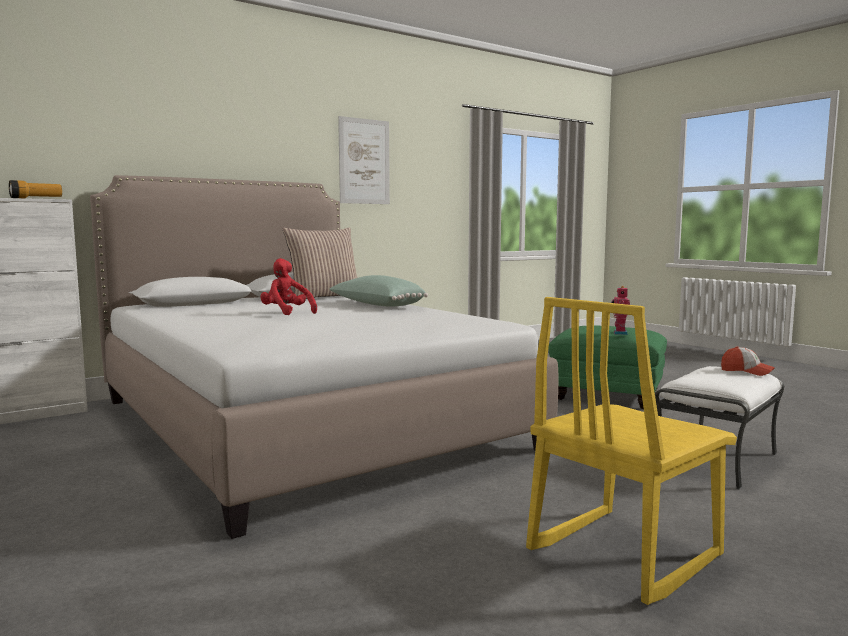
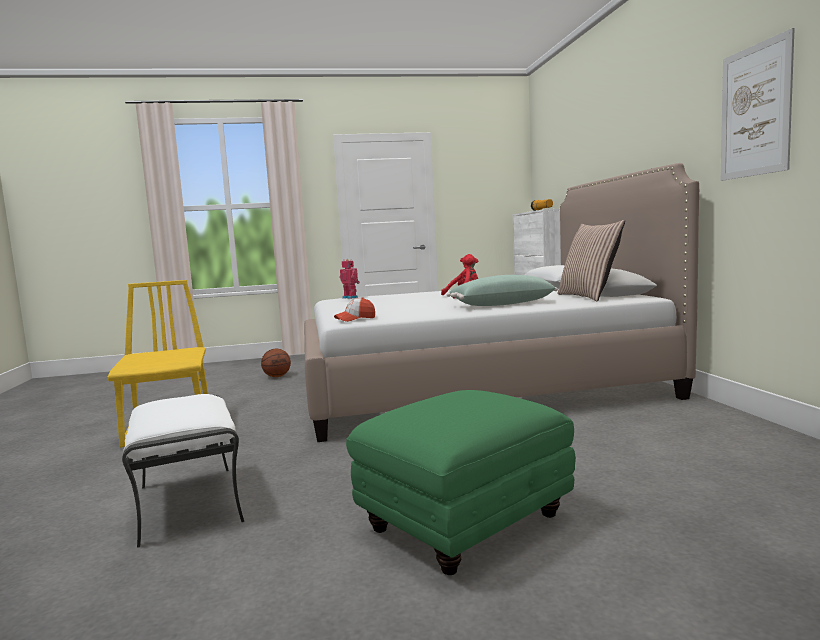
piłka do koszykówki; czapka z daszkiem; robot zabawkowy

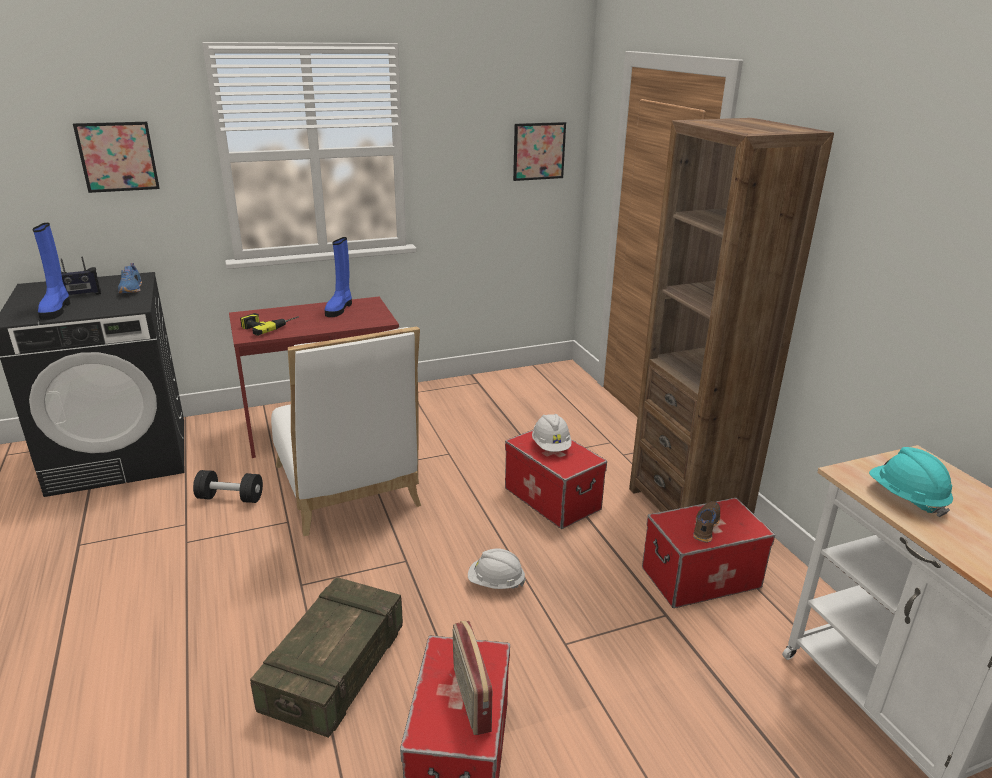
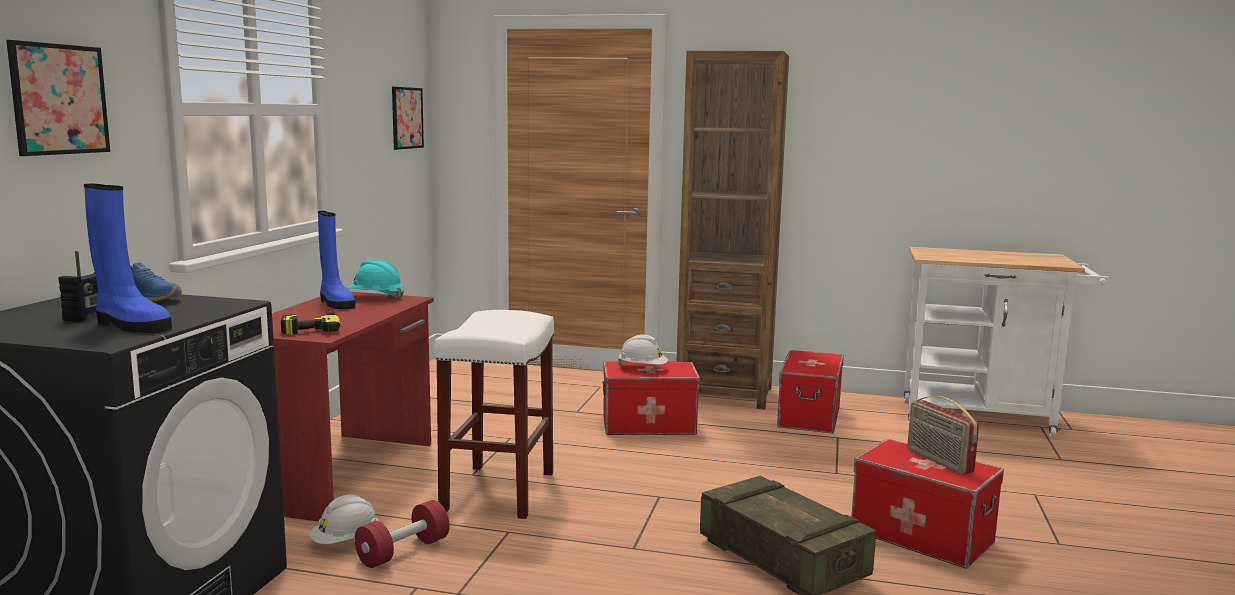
kask (biały) (1st from left); kask (turkusowy); hantel (czerwony); stołek (biały); radio (2nd from left); but (brązowy)

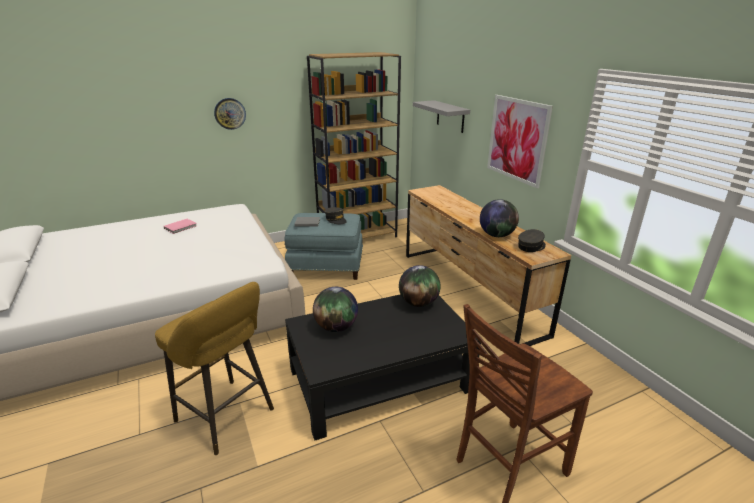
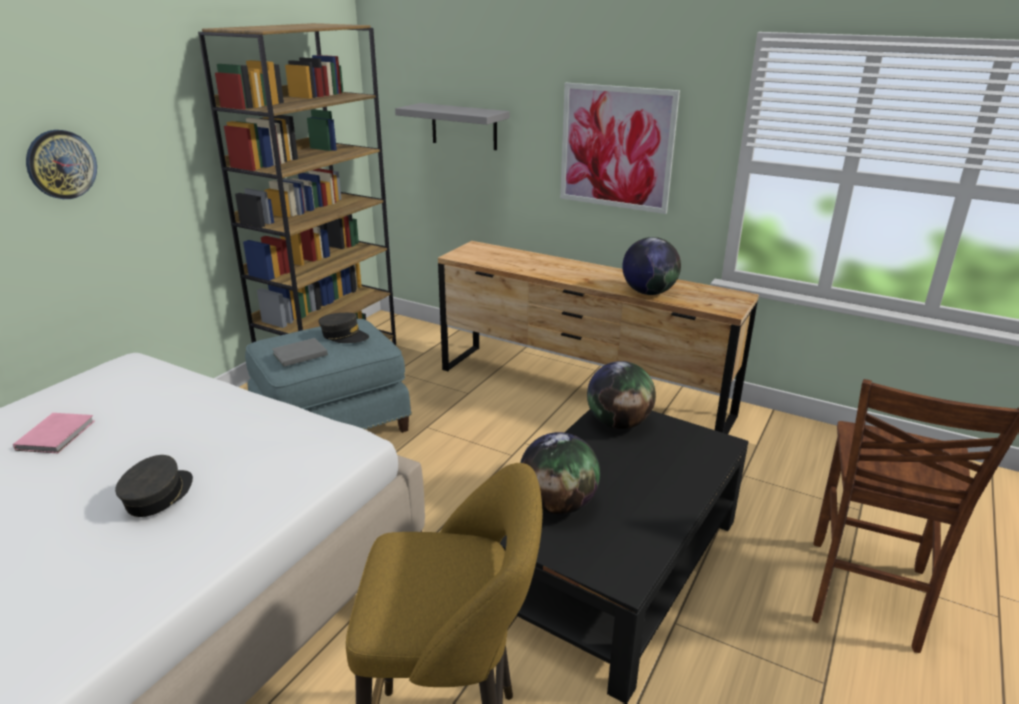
czapka z daszkiem (szary) (1st from left)

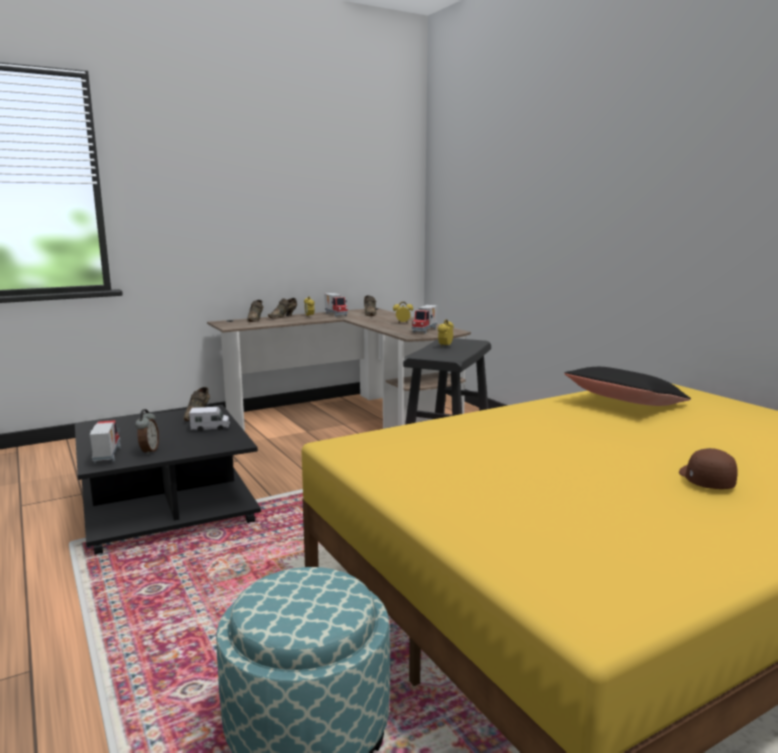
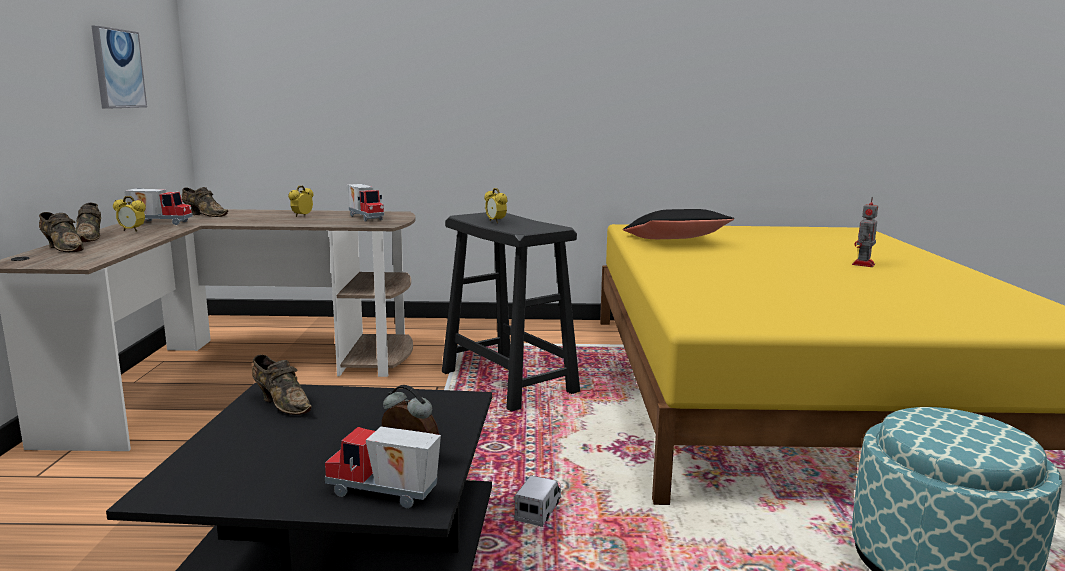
obraz; ciężarówka zabawkowa (4th from left); robot zabawkowy

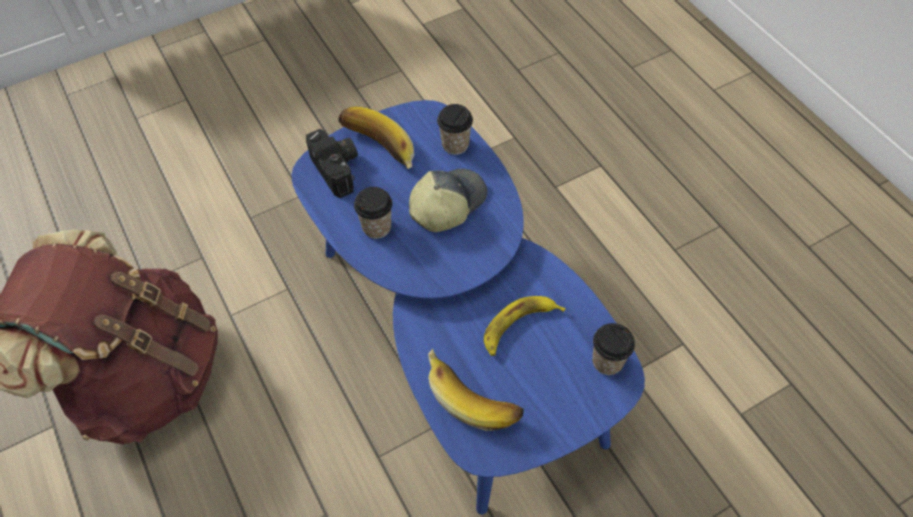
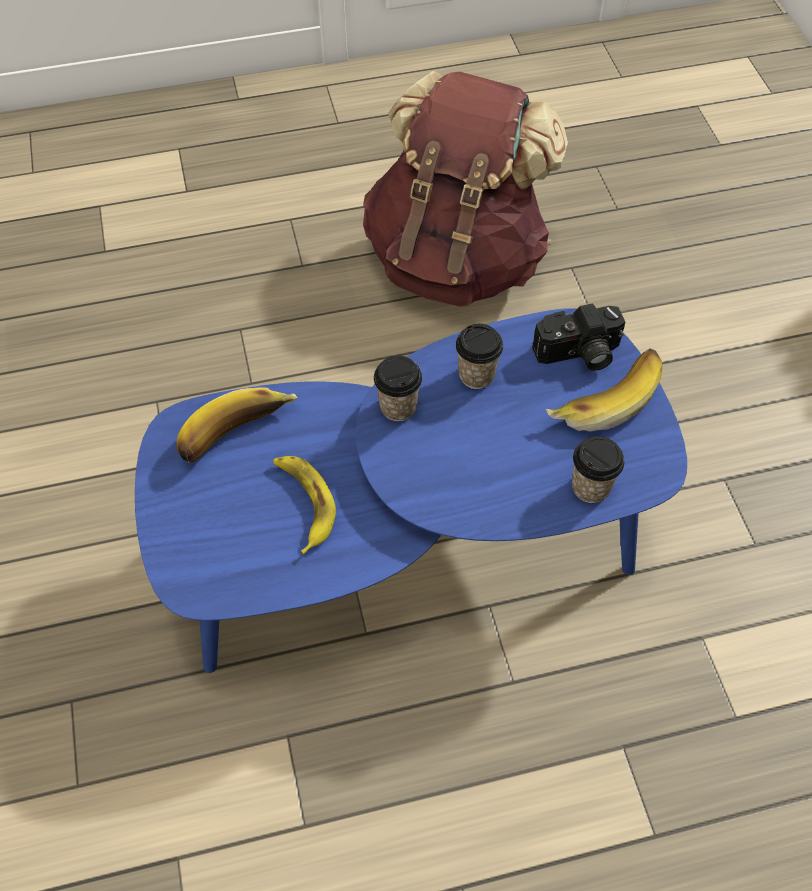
filiżanka (1st from left); czapka z daszkiem

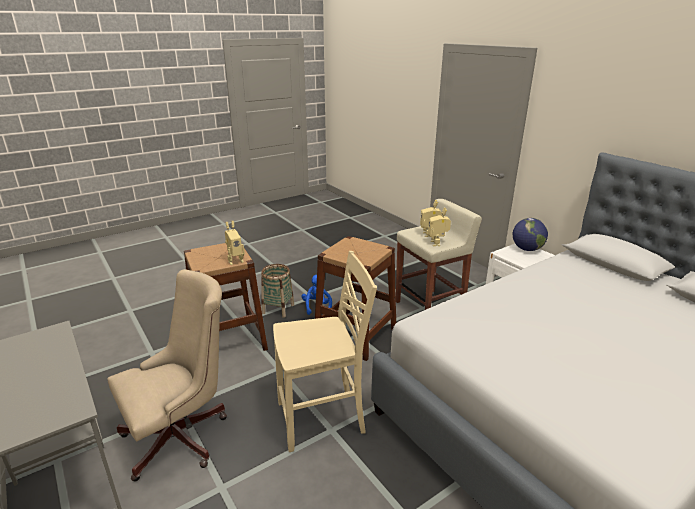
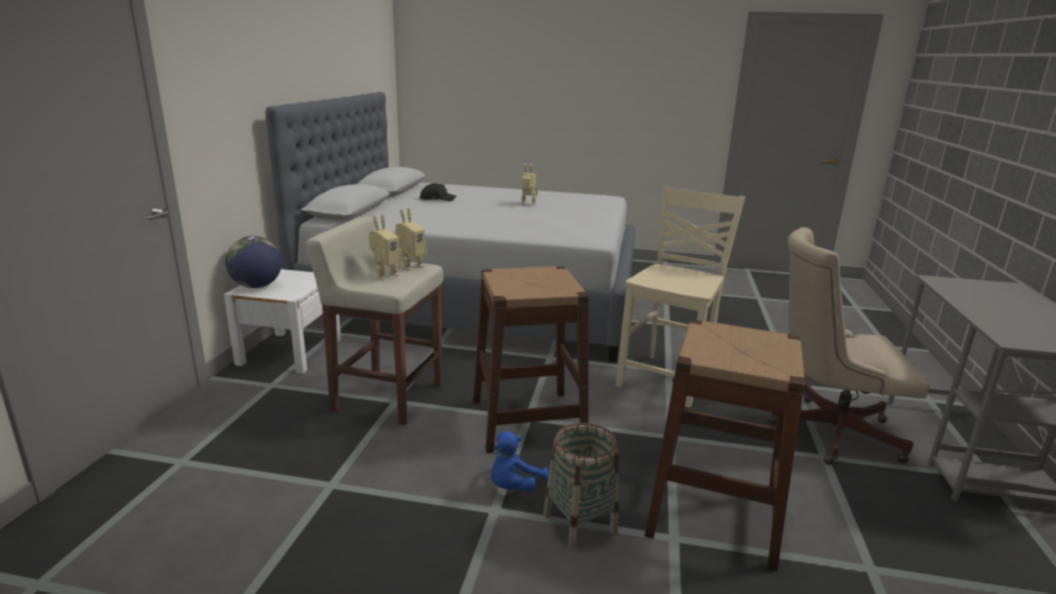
czapka z daszkiem (czarny); robot zabawkowy (3rd from left); krzesło (beżowy)

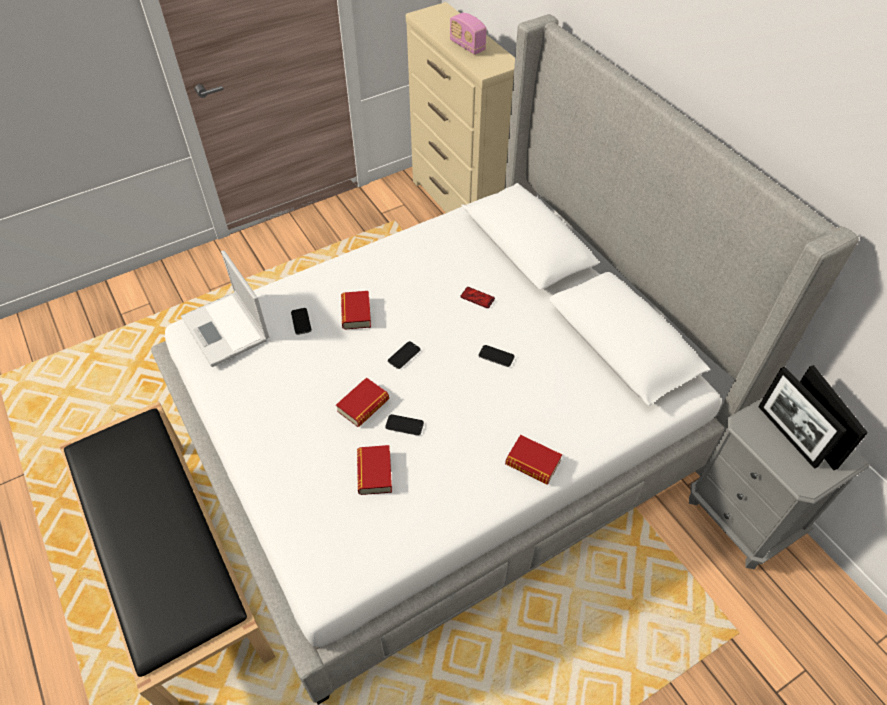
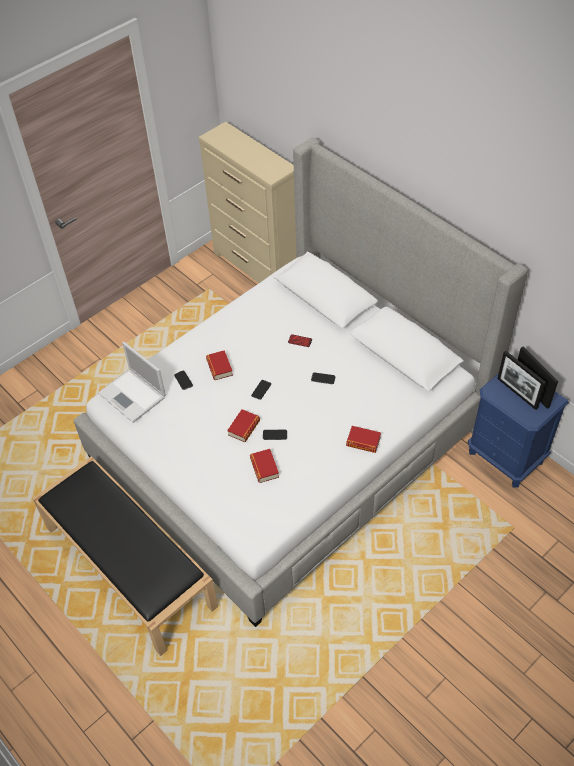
szafka nocna (niebieski); radio

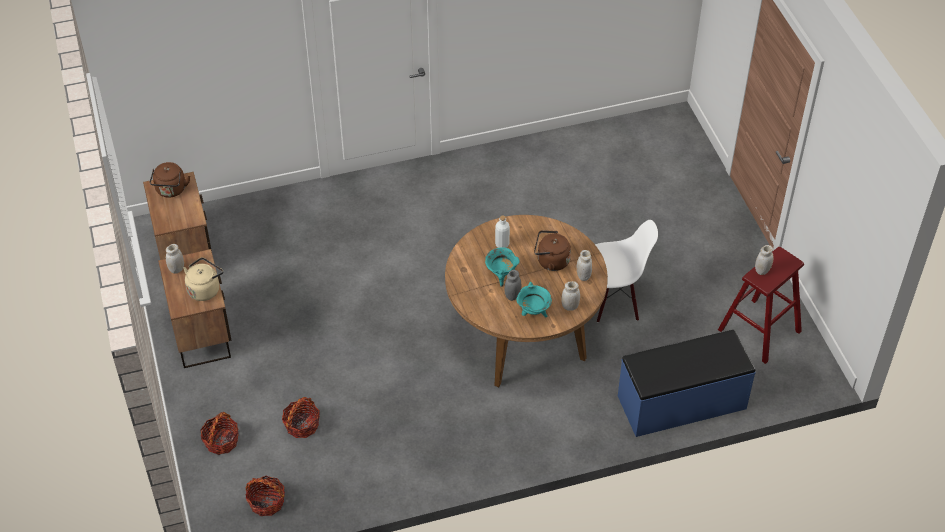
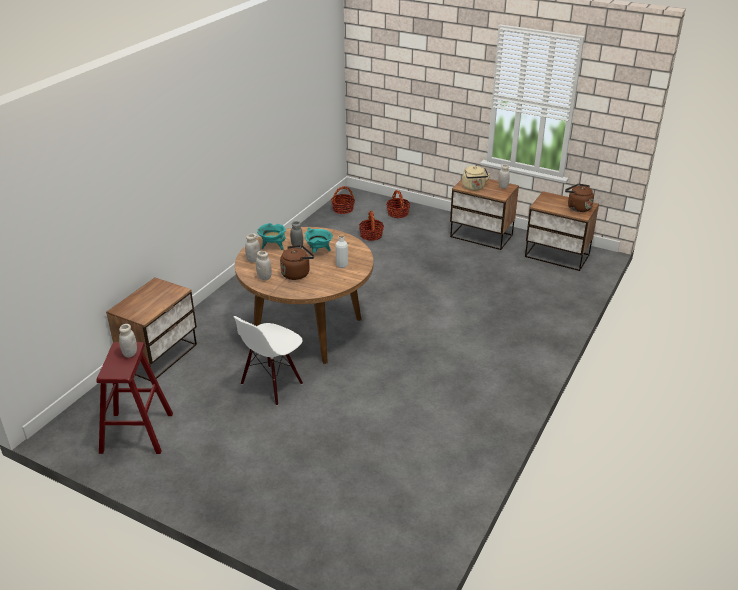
szafka nocna (1st from left)

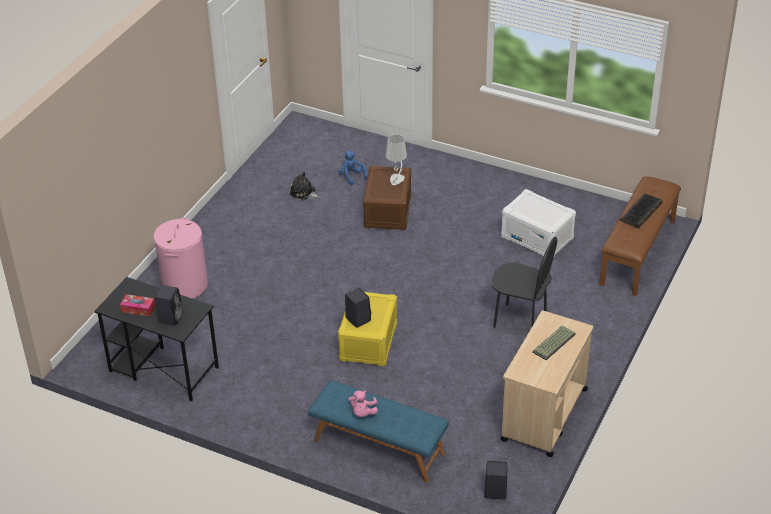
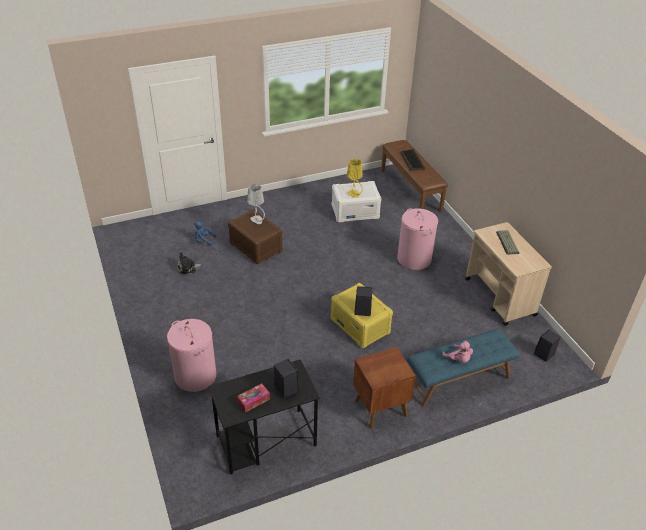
lampa stołowa (żółty); szafka nocna (brązowy); kosz na pranie (różowy) (2nd from left)

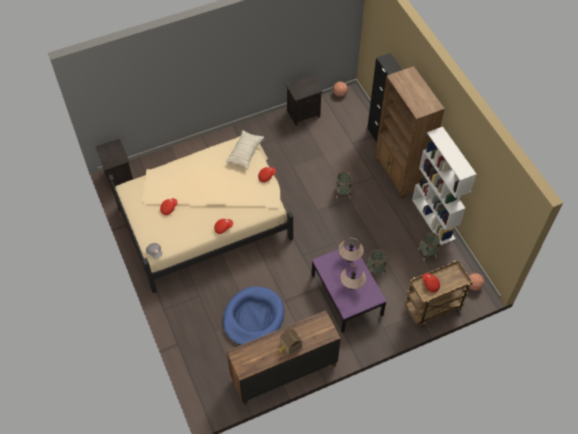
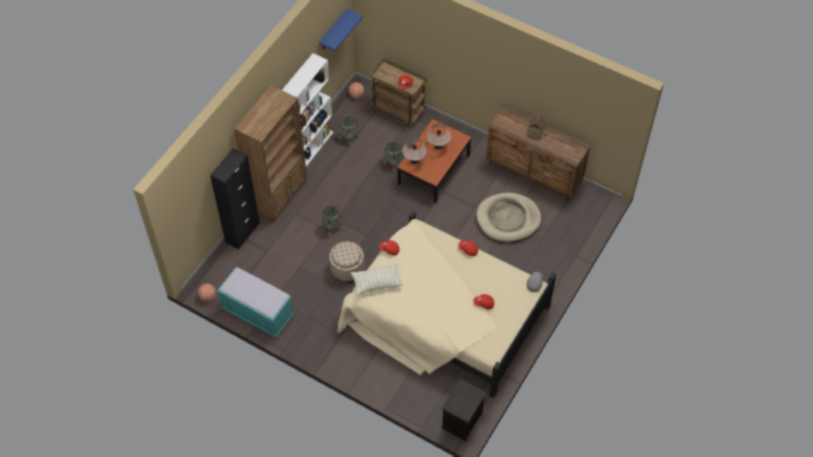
ławka (turkusowy); półka (niebieski); pufa (beżowy); ława (brązowy); legowisko (beżowy)

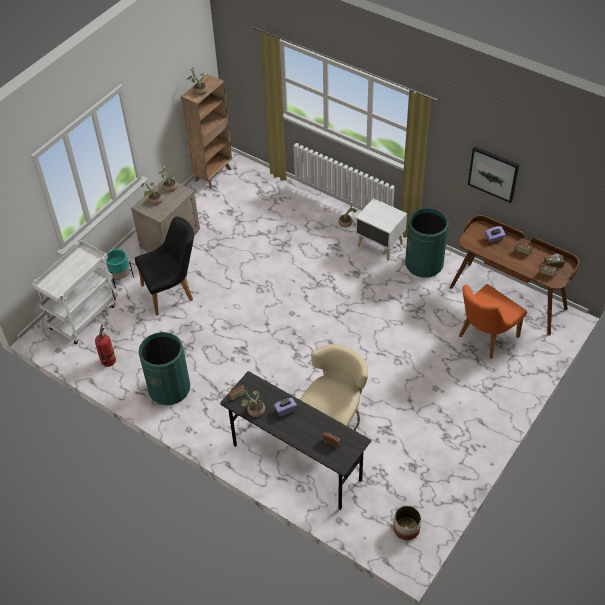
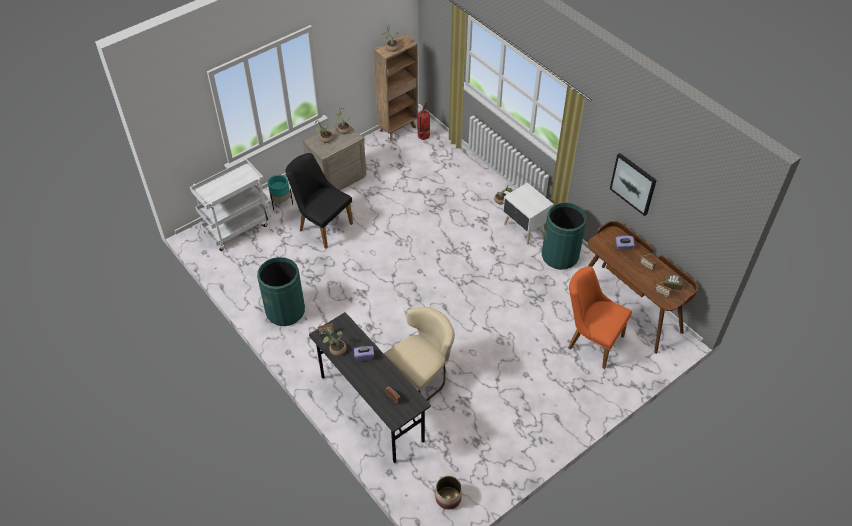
krzesło (czarny); gaśnica; krzesło (pomarańczowy)

